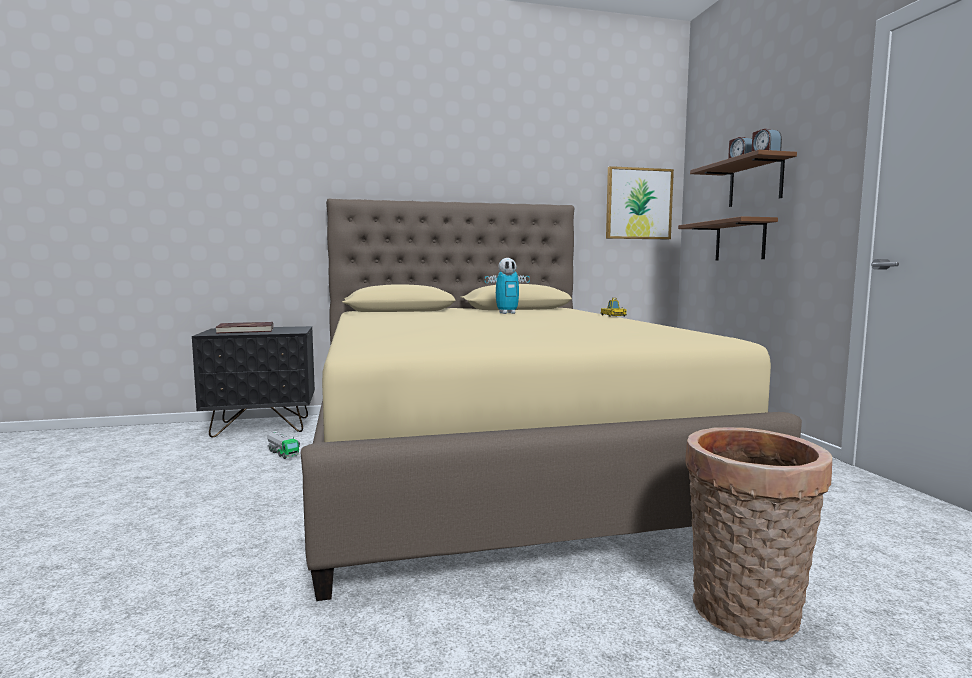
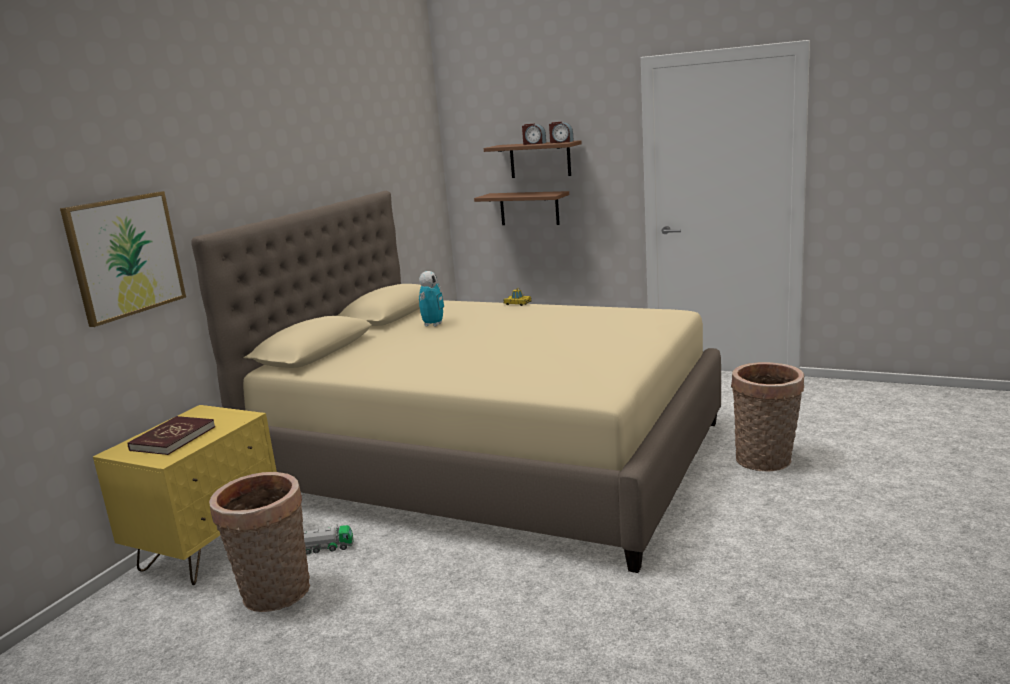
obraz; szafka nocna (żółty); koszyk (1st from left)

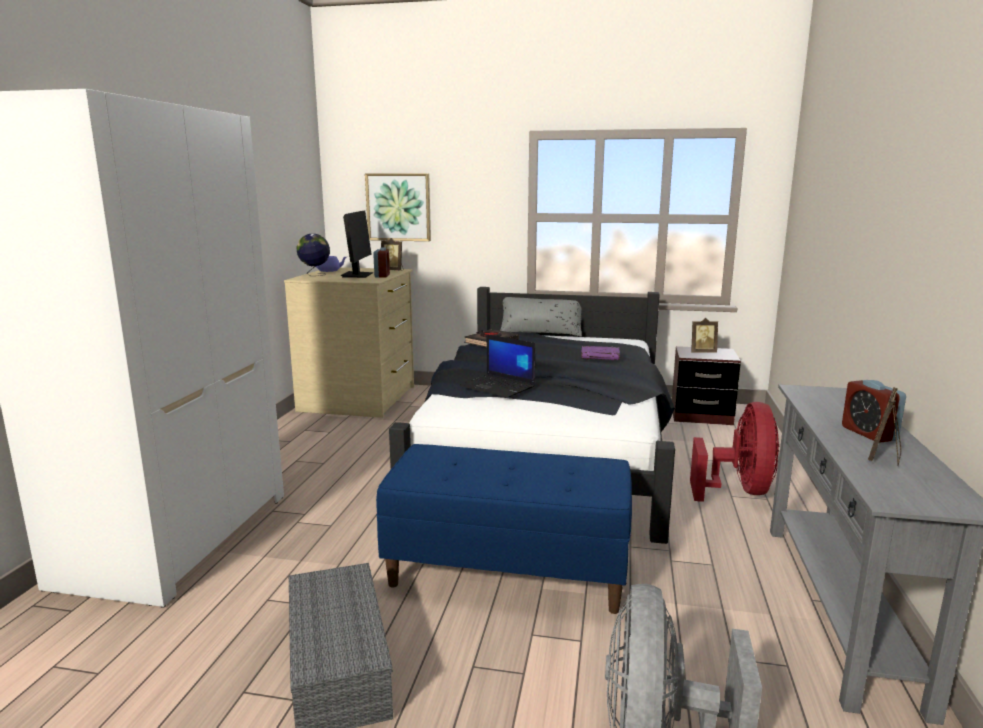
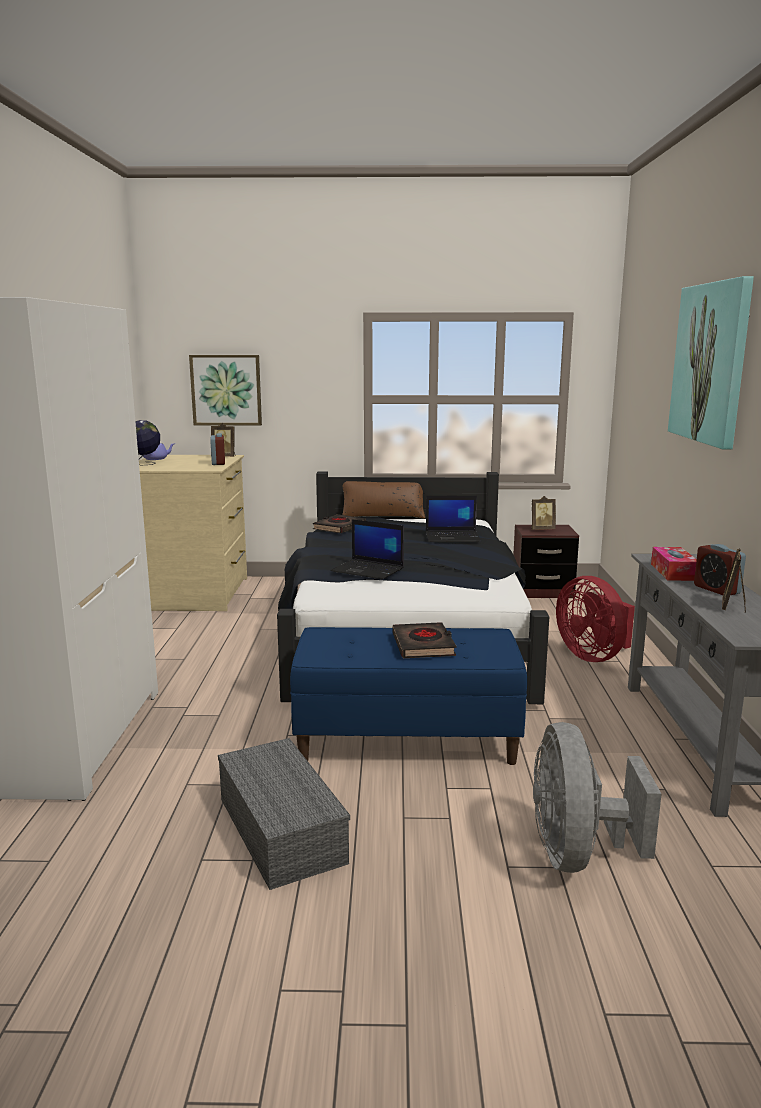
poduszka (brązowy); książka (czarny) (2nd from left); laptop (2nd from left); wentylator (czerwony); pudełko chusteczek; obraz (2nd from left); monitor

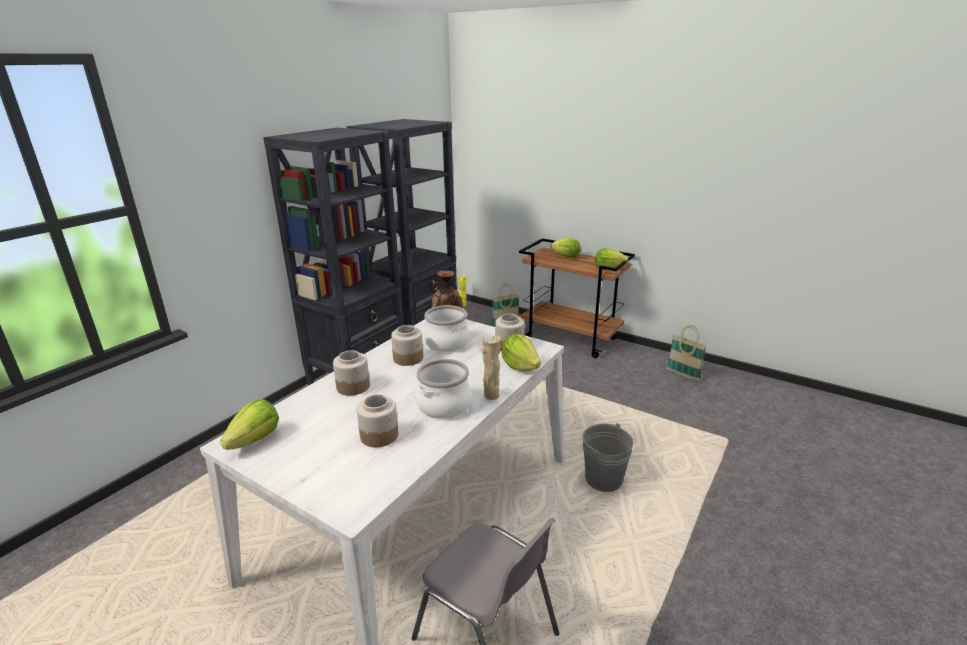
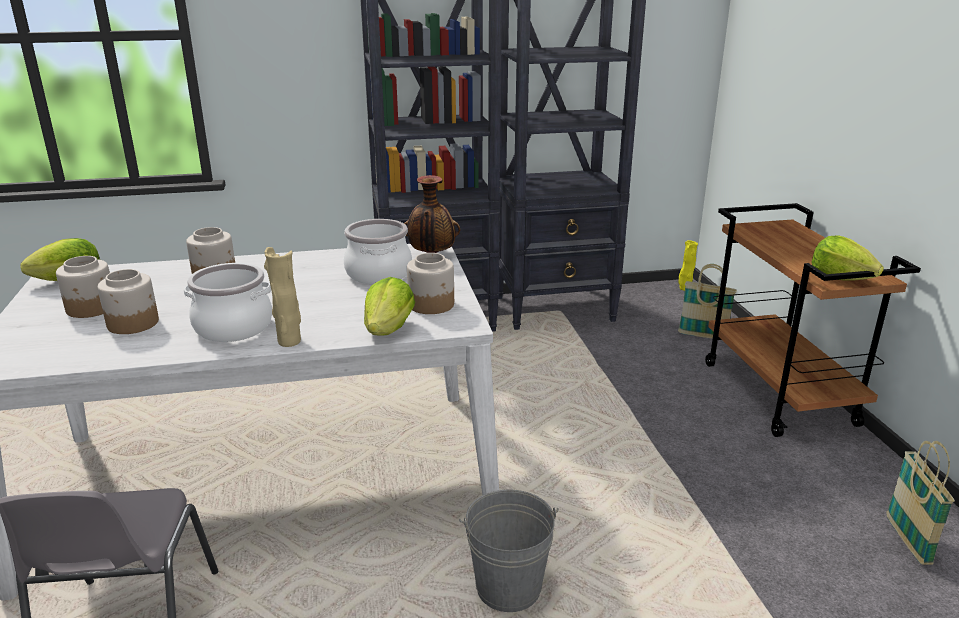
słoik (1st from left); sałata (3rd from left in the first image)

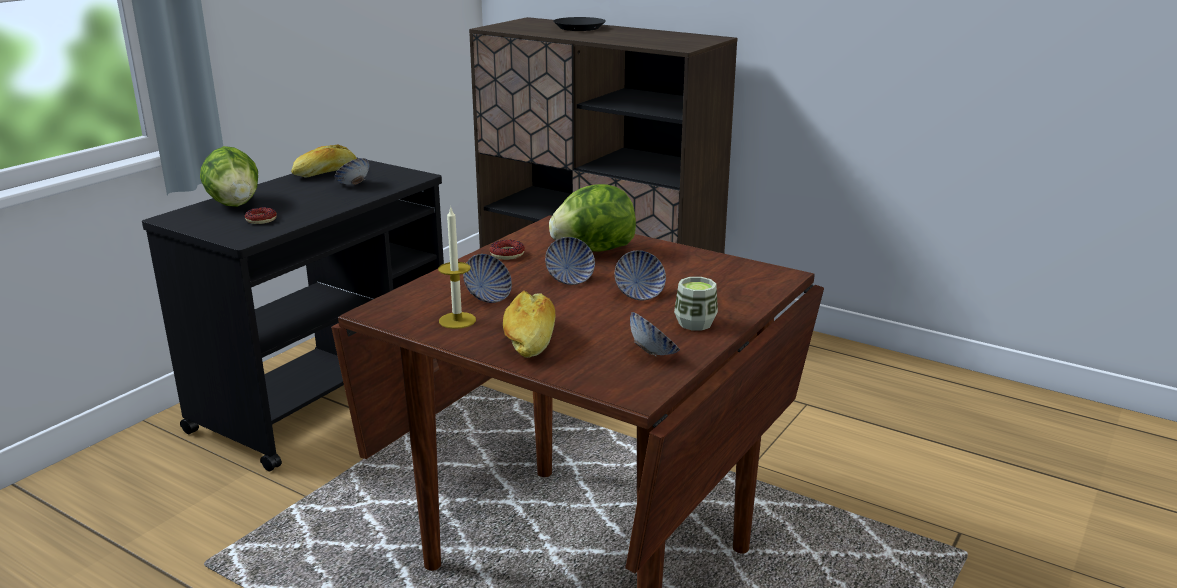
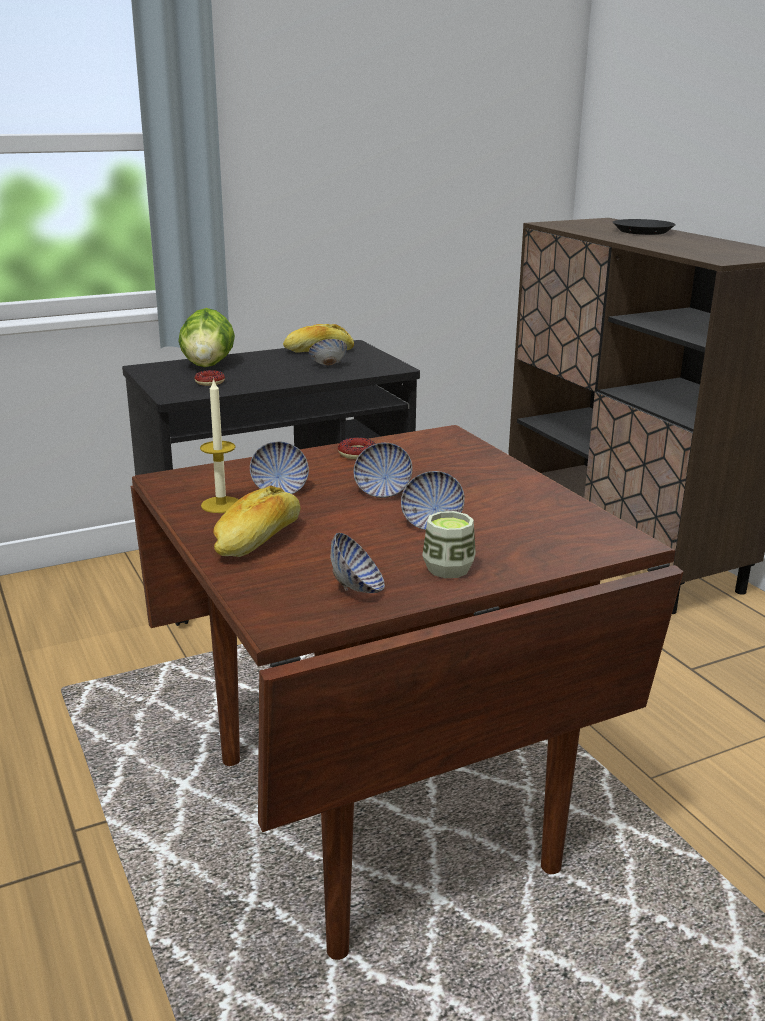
sałata (2nd from left in the first image)

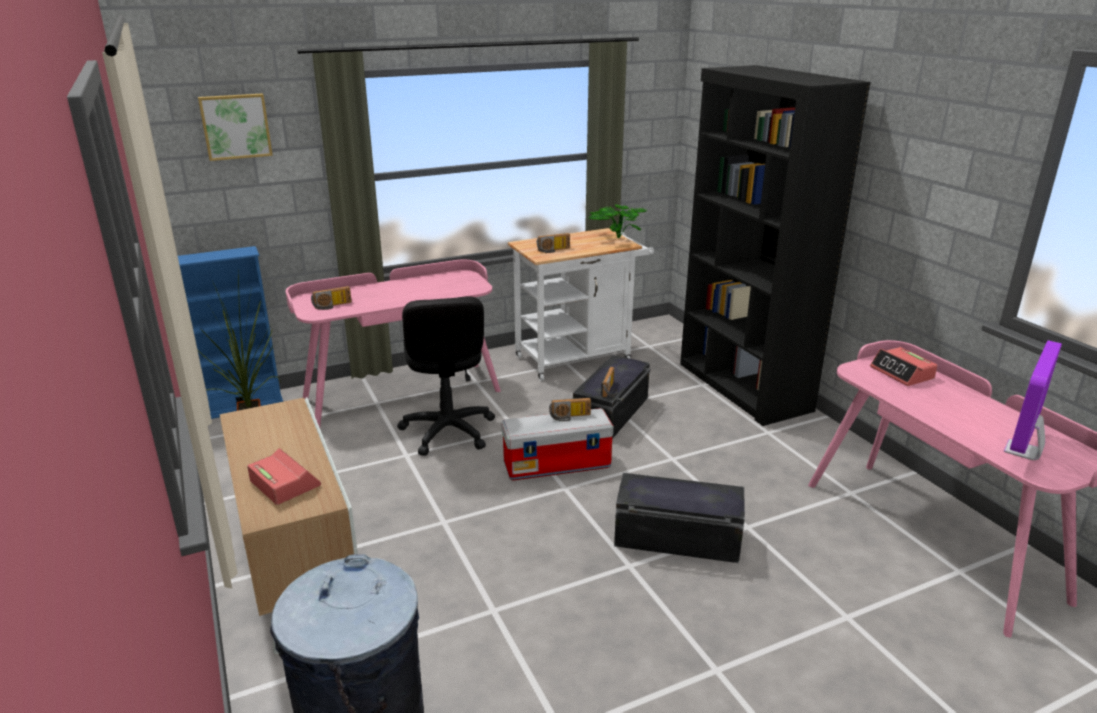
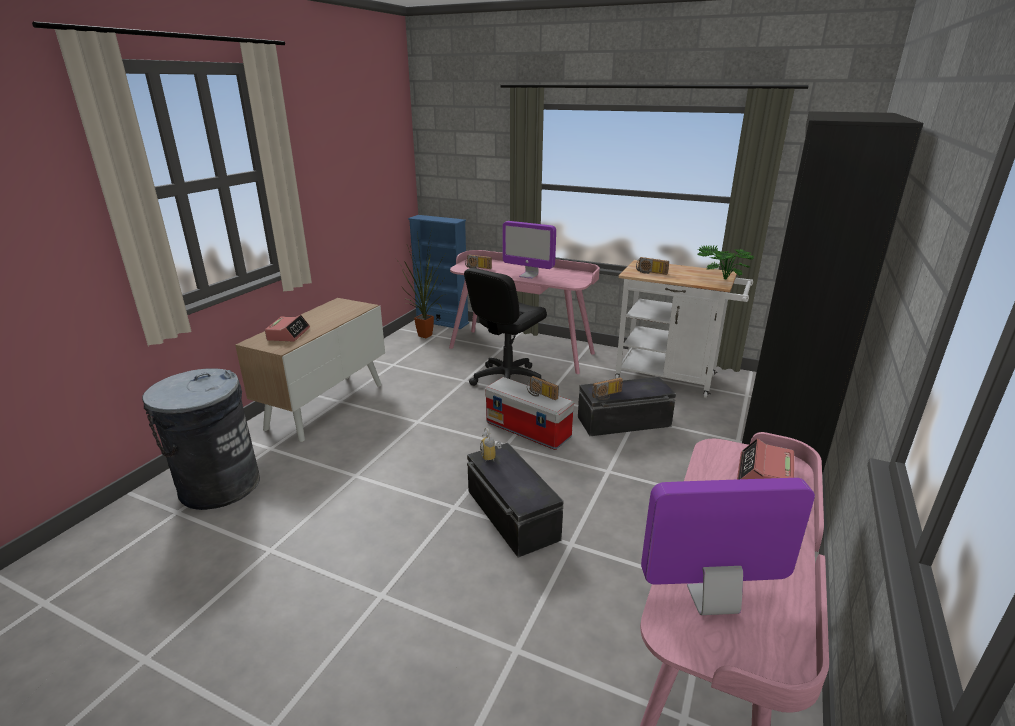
budzik (2nd from left); monitor (1st from left); obraz

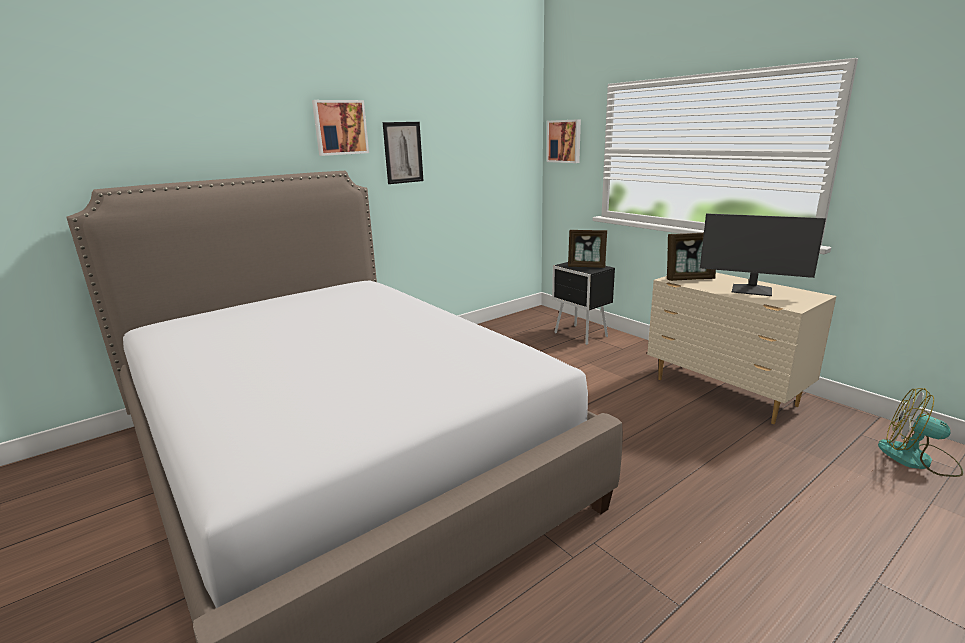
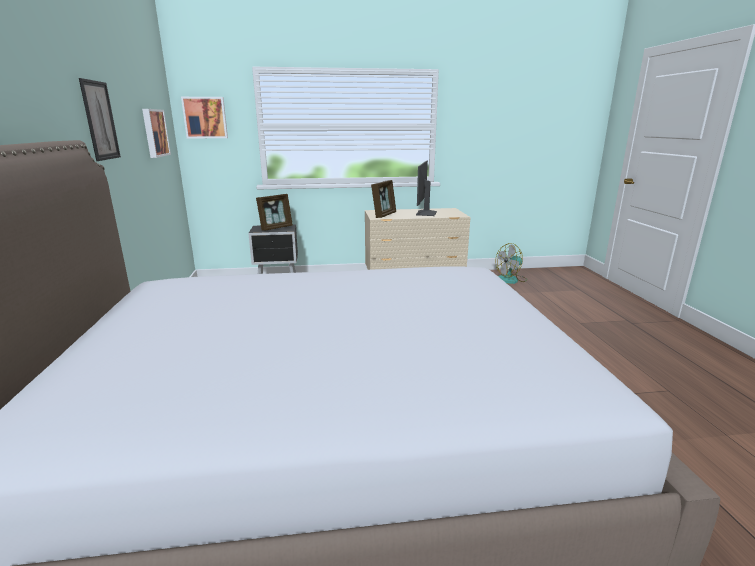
obraz (2nd from left); monitor

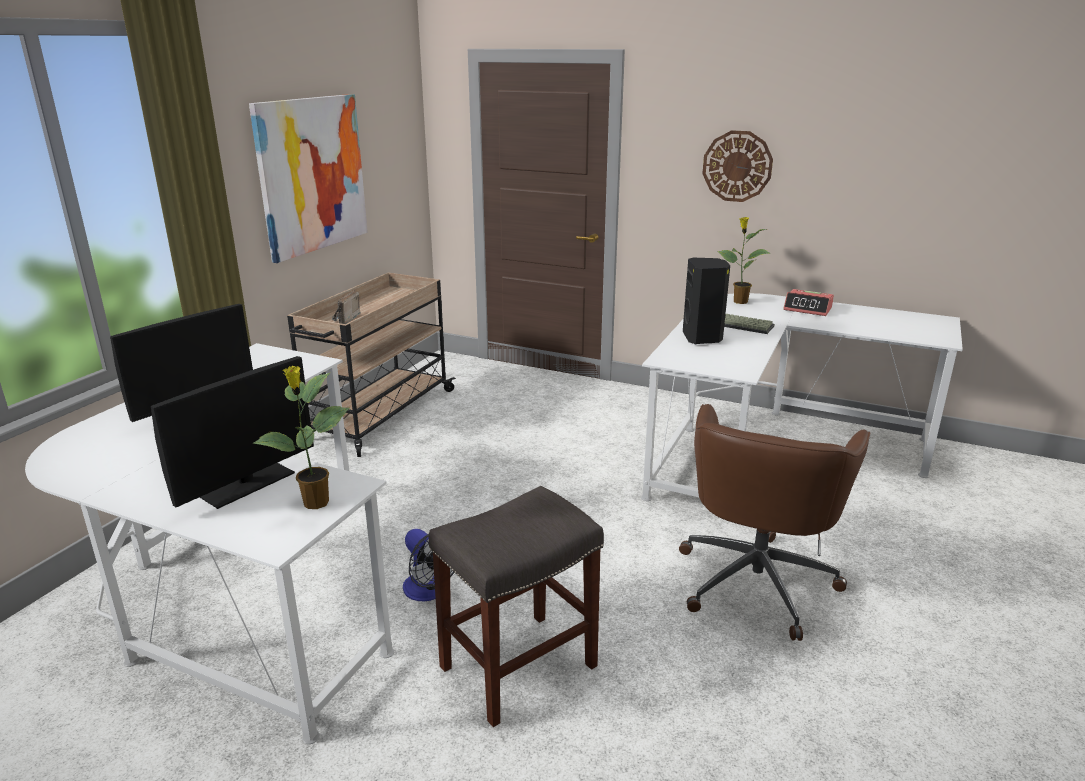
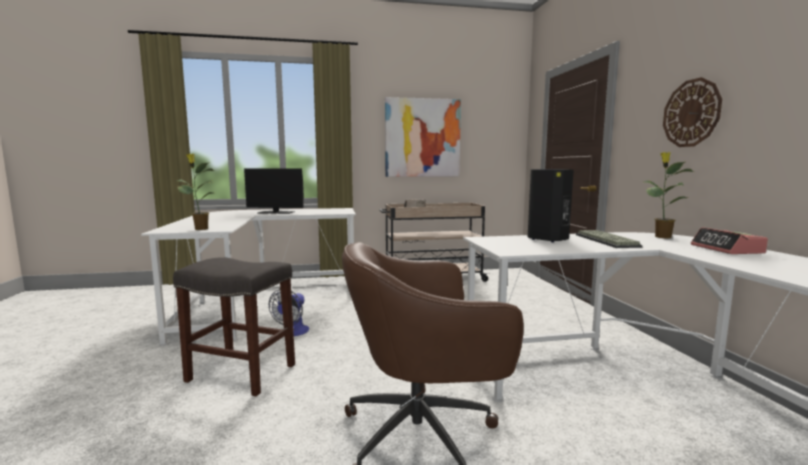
monitor (2nd from left in the first image)

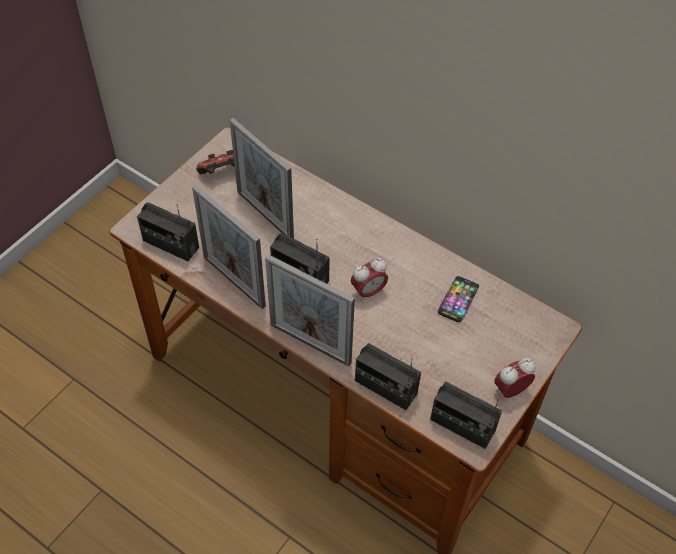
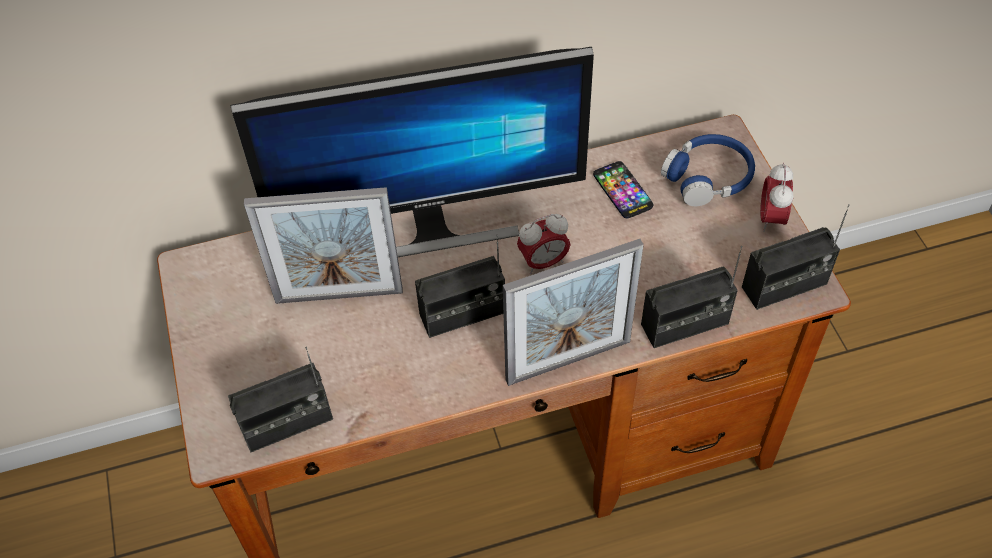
monitor; budzik (1st from left); słuchawki (niebieski); ramka na zdjęcie (1st from left in the first image); pad do gier

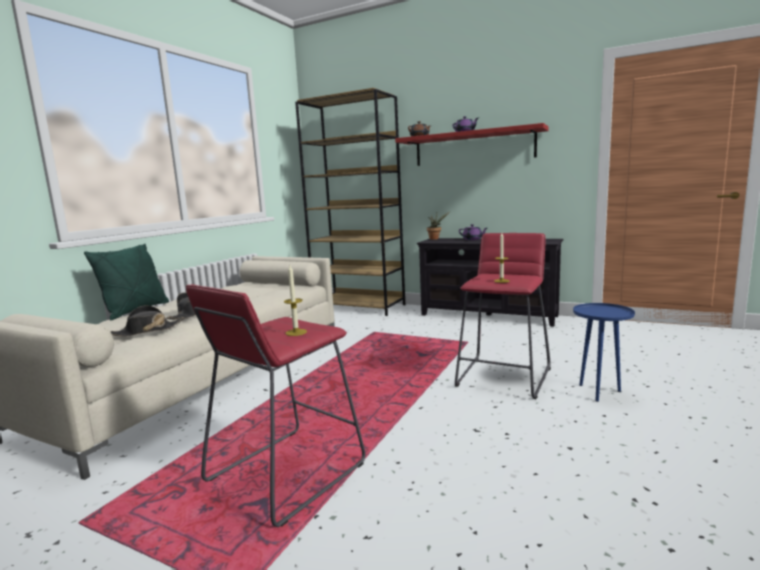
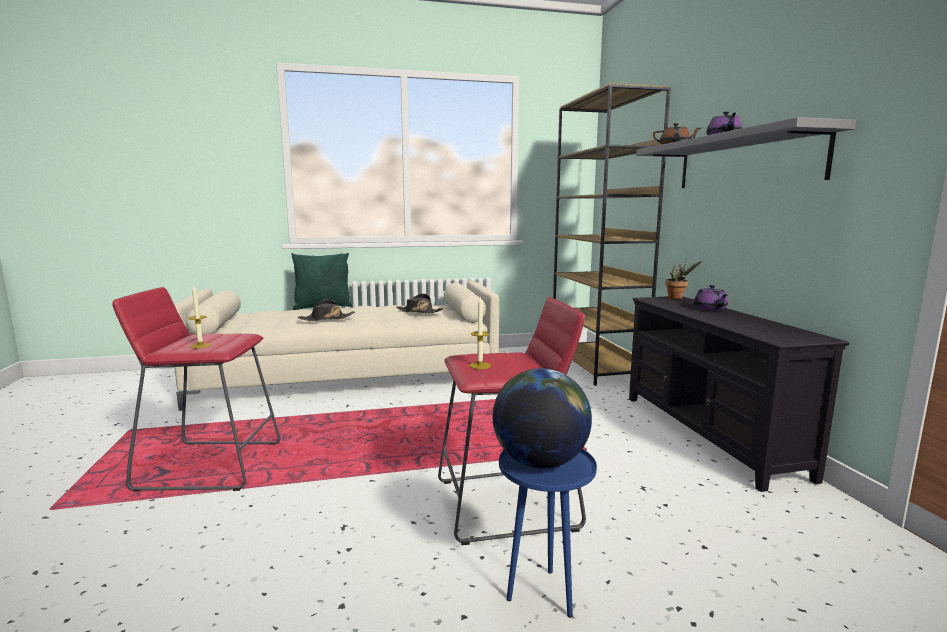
kapelusz (czarny) (2nd from left); globus; półka (szary)

